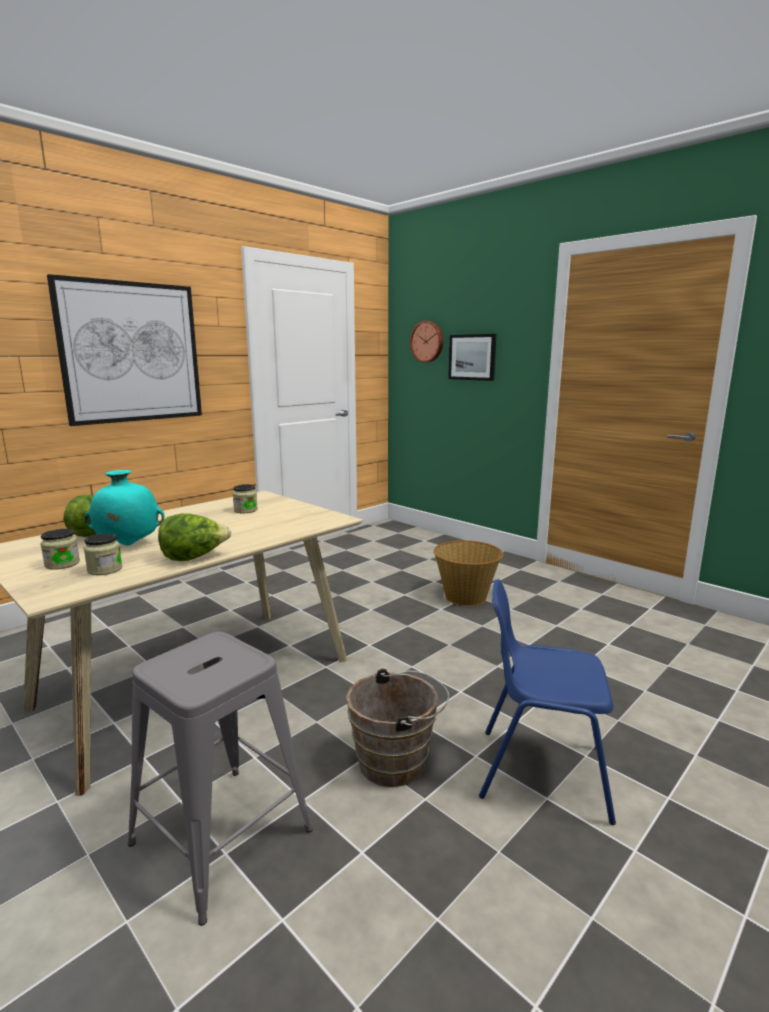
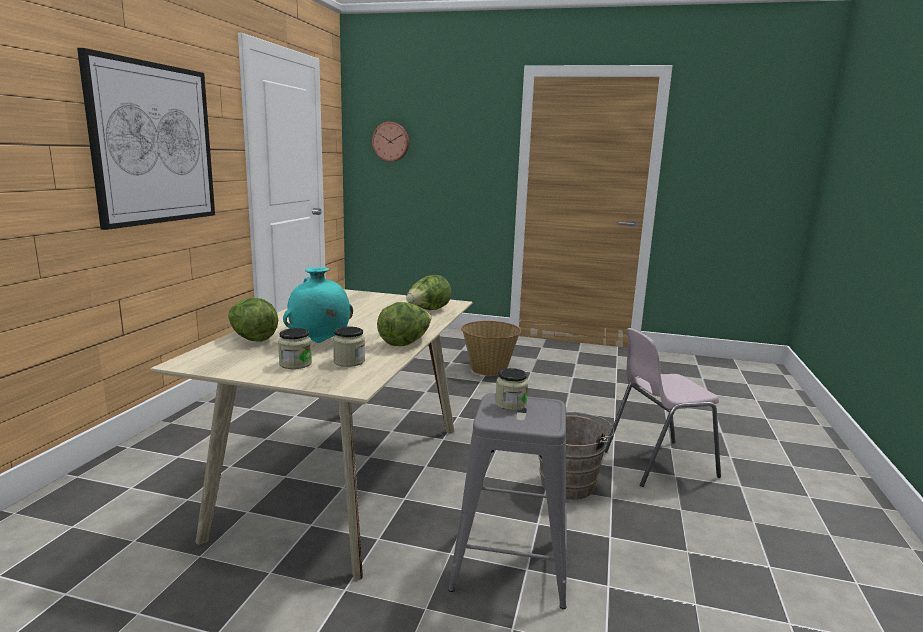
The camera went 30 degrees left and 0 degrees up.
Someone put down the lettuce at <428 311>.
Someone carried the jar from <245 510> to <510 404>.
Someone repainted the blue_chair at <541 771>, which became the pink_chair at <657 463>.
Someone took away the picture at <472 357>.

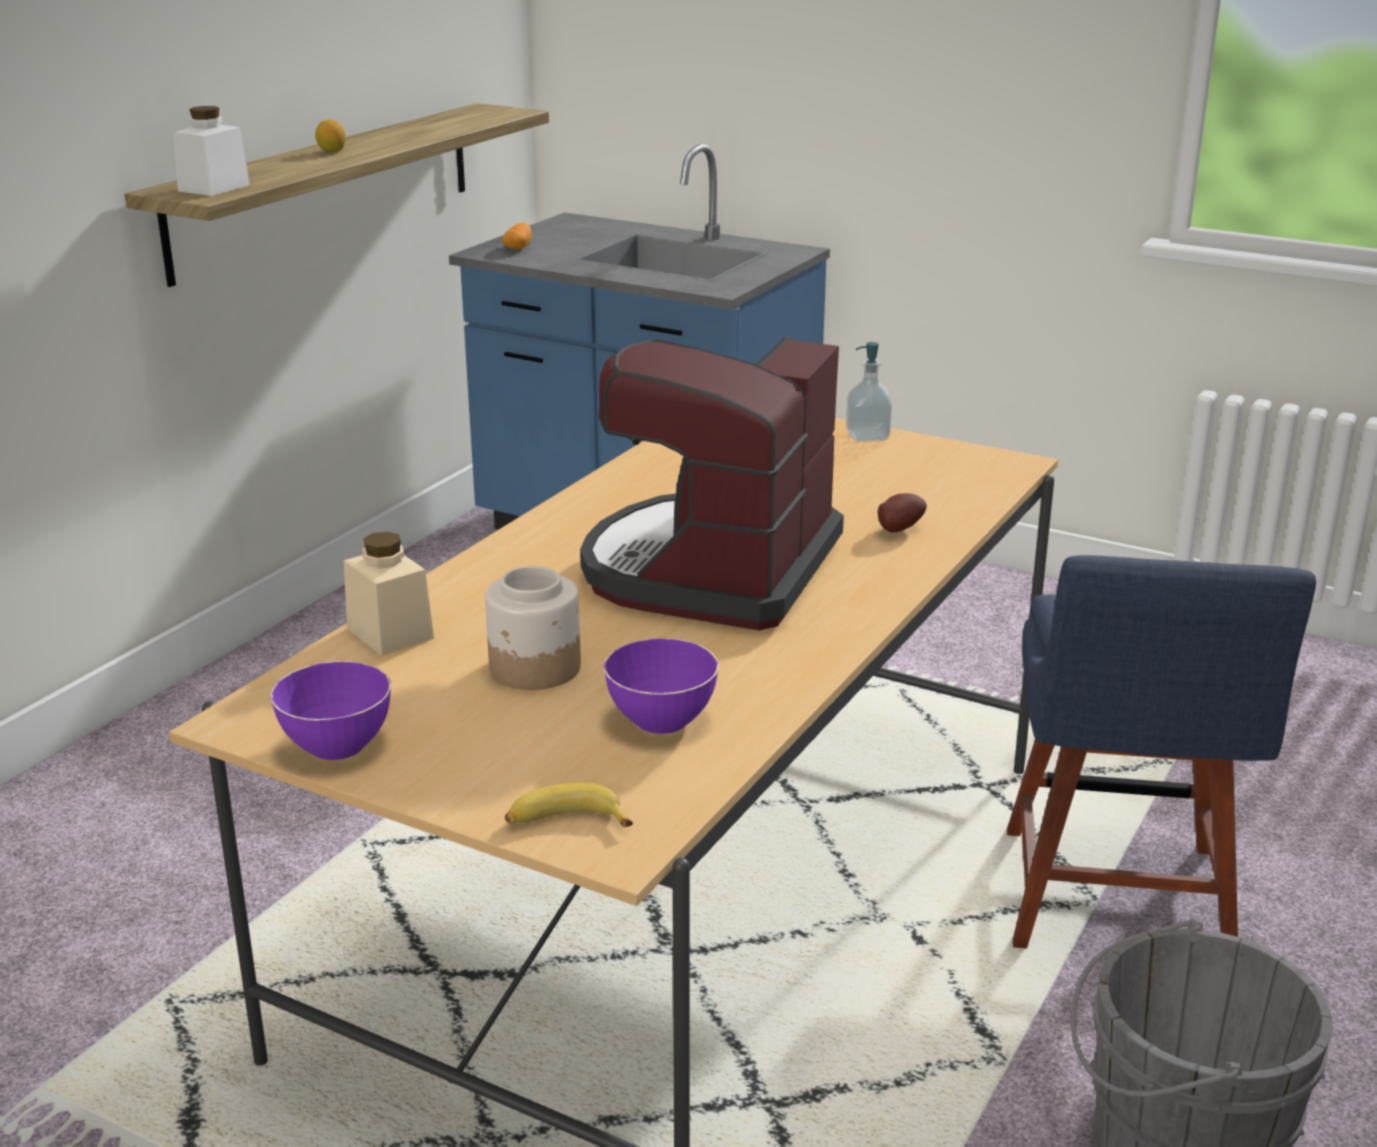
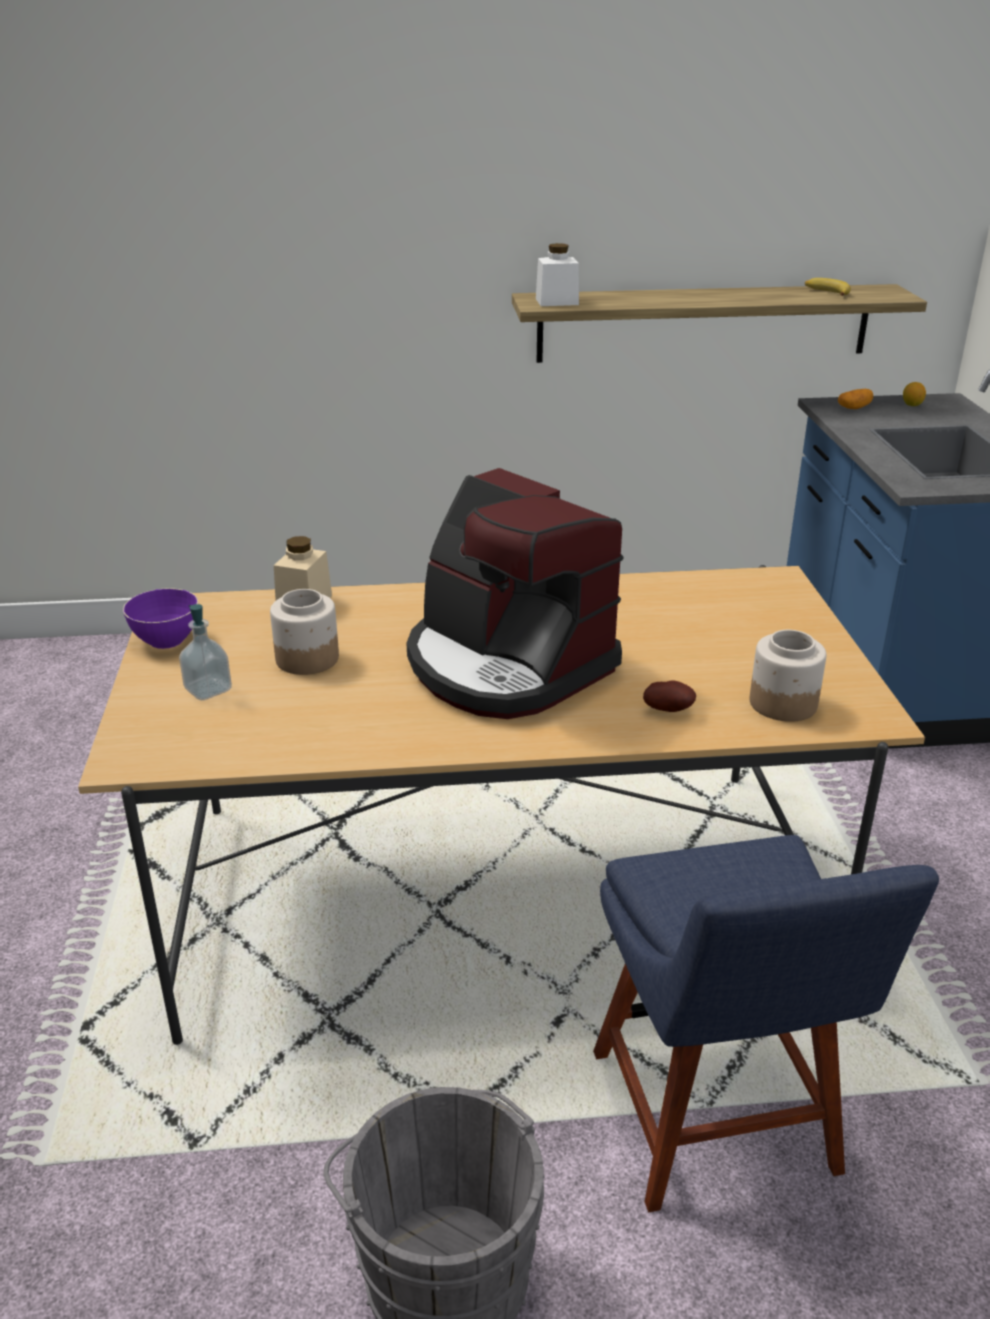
The camera went 55 degrees right and 5 degrees up.
Someone carried the soap_dispenser from <867 436> to <208 690>.
Someone rotated the coffee_machine at <711 570> by 120 degrees counterclockwise.
Someone rotated the blue_chair at <1116 906> by 75 degrees counterclockwise.
Someone put down the jar at <782 703>.
Someone carried the banana from <565 822> to <826 292>.
Someone carried the lemon from <331 152> to <912 405>.
Someone took away the purple_bowl at <661 720>.

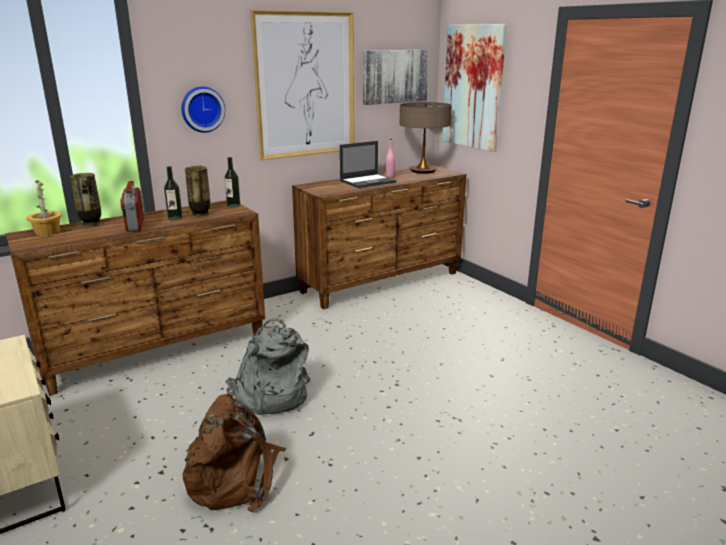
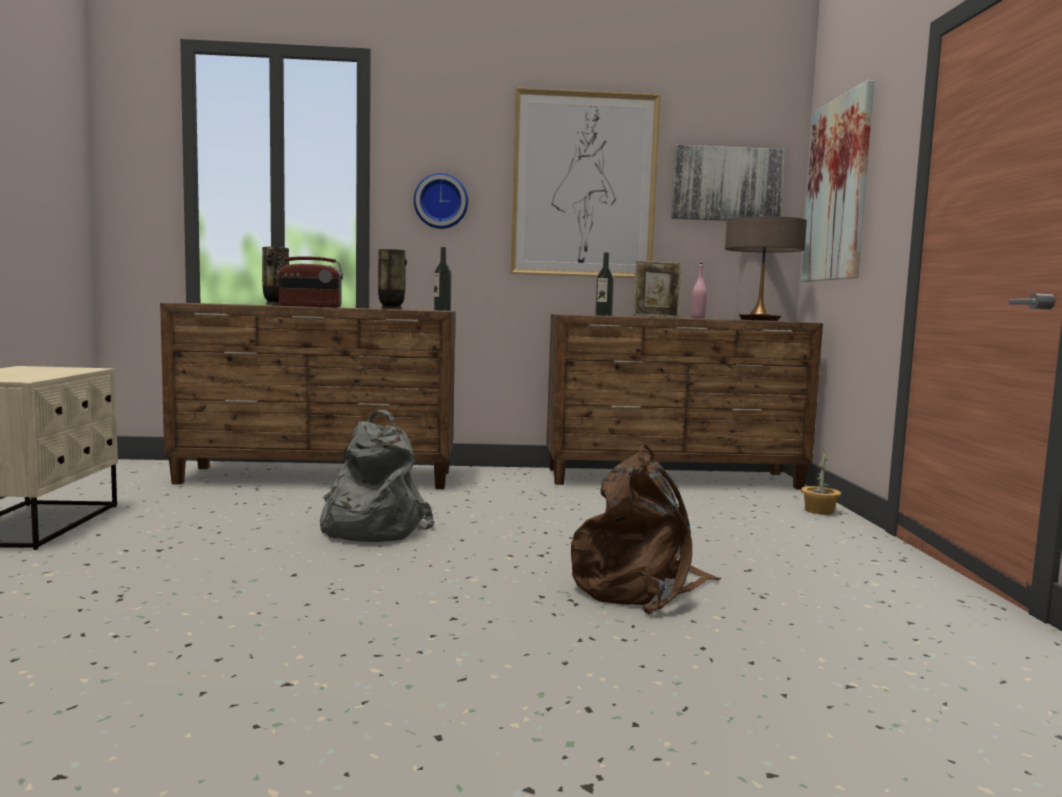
The camera went 30 degrees right and 15 degrees down.
Someone rotated the radio at <134 224> by 105 degrees counterclockwise.
Someone carried the brown_backpack from <235 478> to <640 587>.
Someone carried the bottle from <175 218> to <603 315>.
Someone swapped the laptop at <368 181> for the picture_frame at <656 317>.
Someone carried the potted_plant from <47 232> to <818 511>.

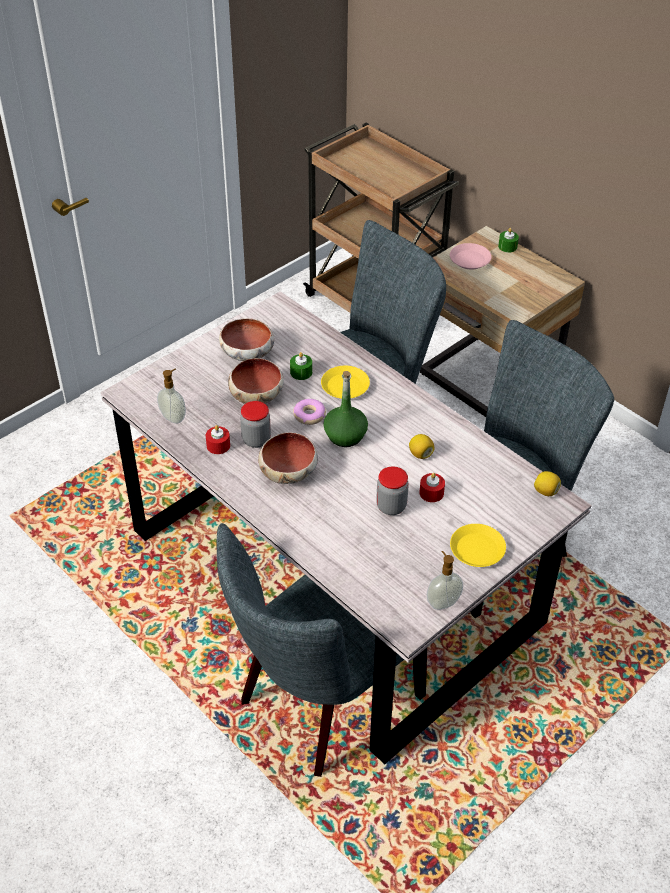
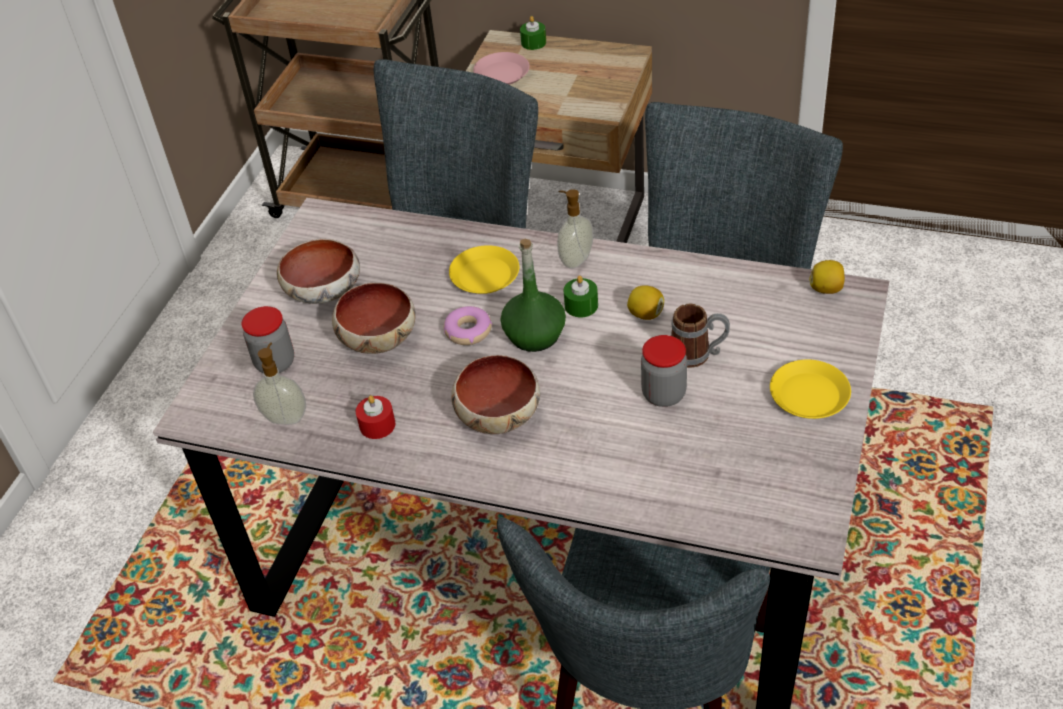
The camera went 25 degrees left and 0 degrees up.
Someone carried the jar from <256 440> to <275 363>.
Someone carried the soap_dispenser from <442 602> to <575 259>.
Someone carried the green_candle from <301 372> to <581 305>.
Someone swapped the red_candle at <431 493> for the mug at <698 354>.

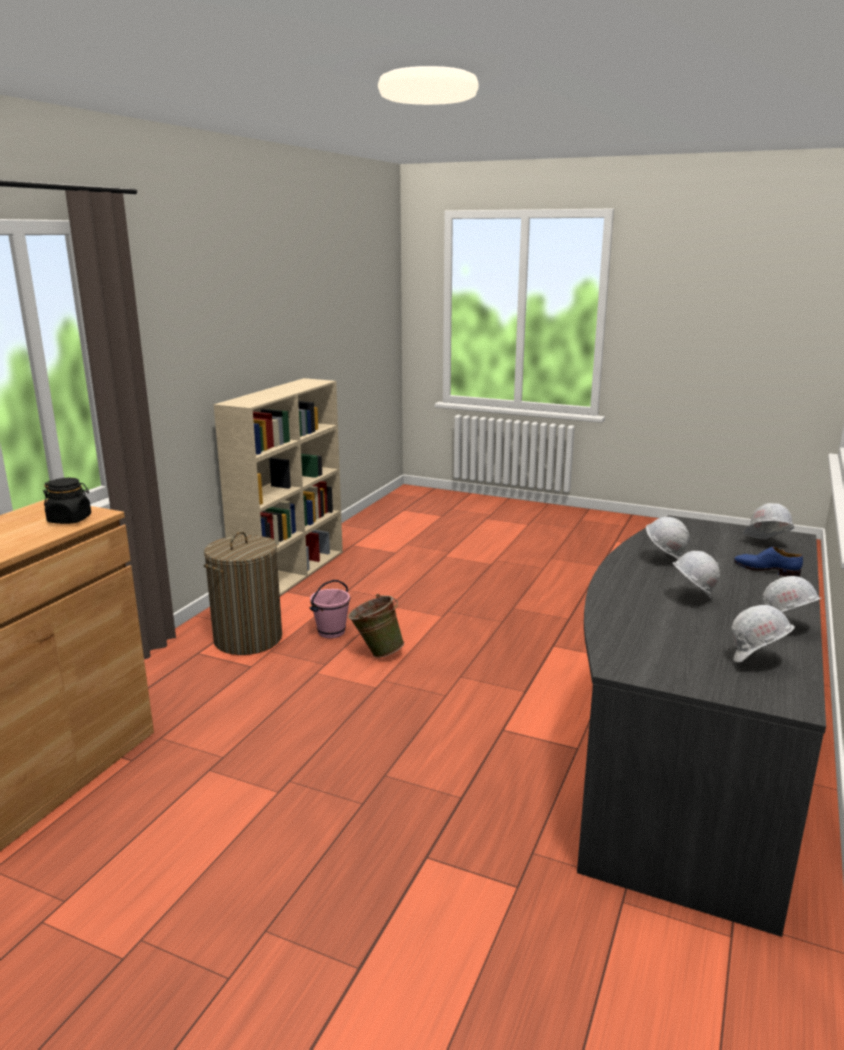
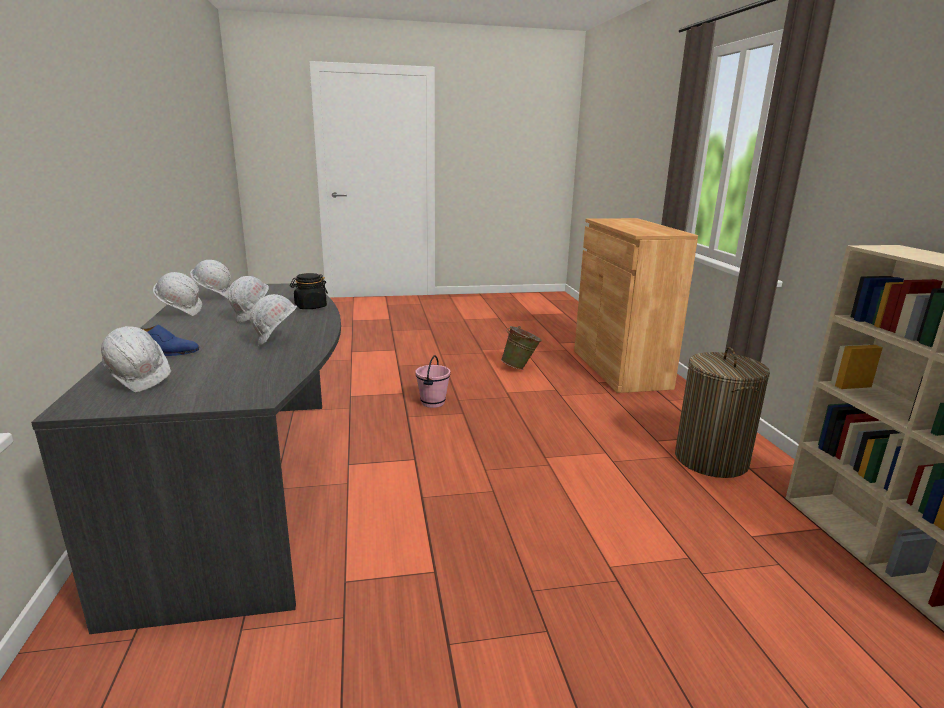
The camera went 145 degrees right and 0 degrees up.
Someone carried the black_jar from <70 520> to <310 307>.
Someone carried the pink_bucket from <331 632> to <433 403>.
Someone carried the green_bucket from <376 652> to <520 367>.

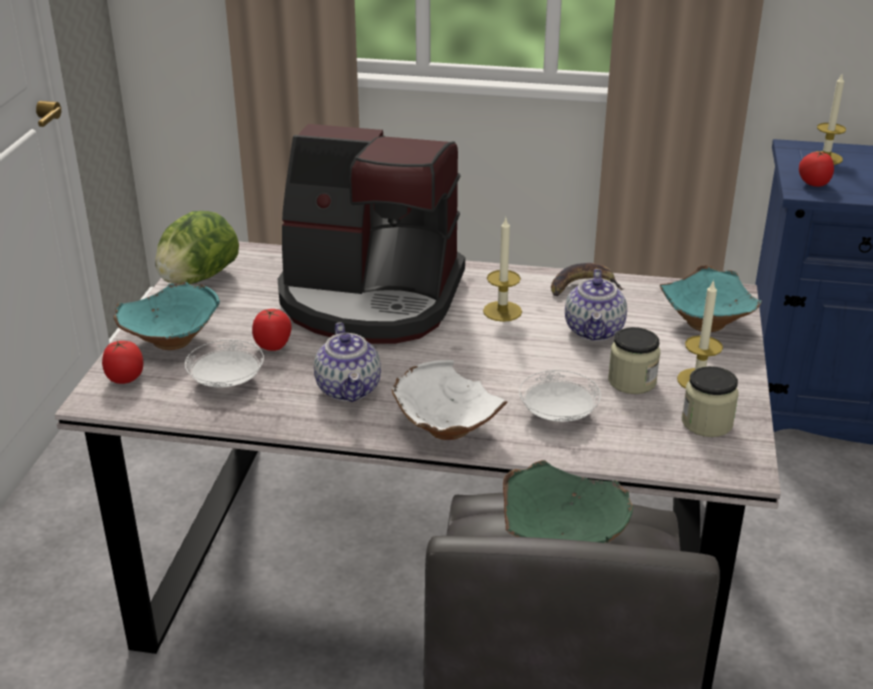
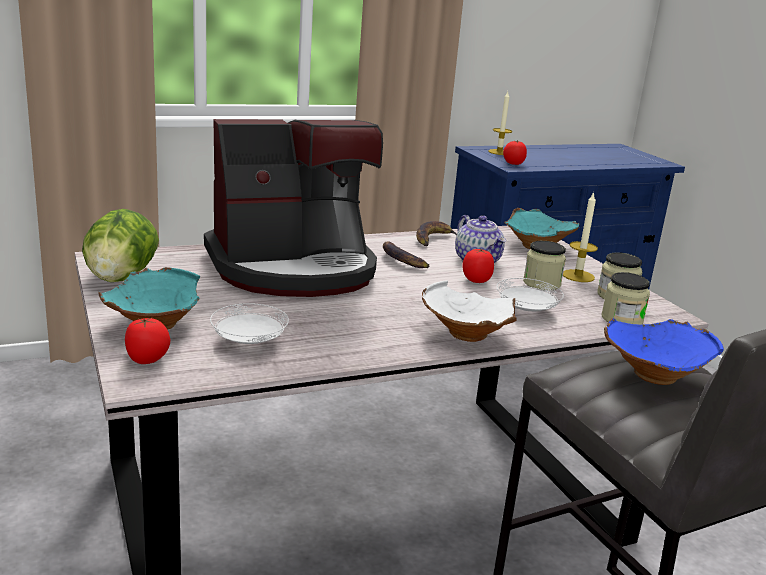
The camera went 35 degrees left and 10 degrees down.
Someone swapped the candle at <502 311> for the banana at <402 260>.
Someone carried the tomato from <273 346> to <476 280>.
Someone put down the jar at <622 319>.
Someone repainted the green_bowl at <562 538>, which became the blue_bowl at <653 373>.
Someone took away the teapot at <349 389>.

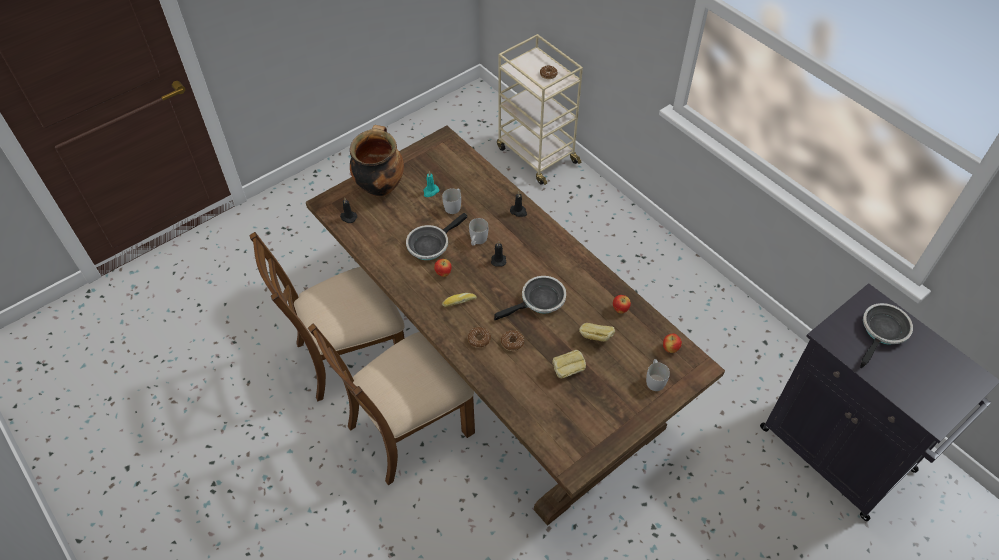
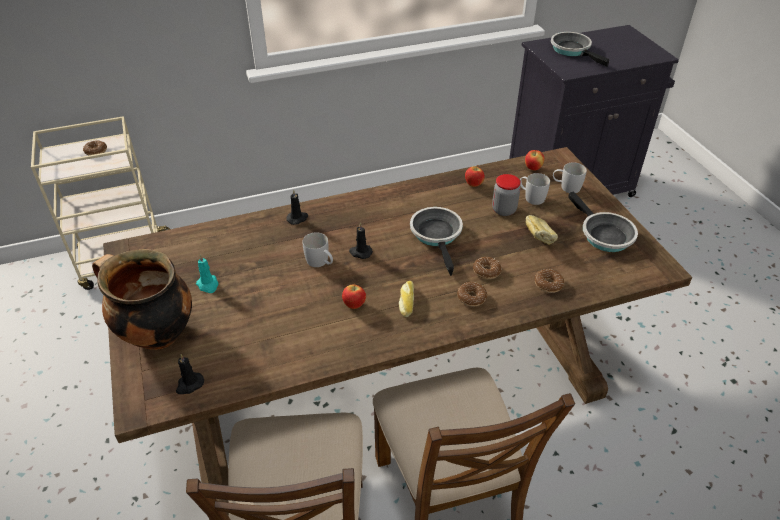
The camera went 70 degrees left and 10 degrees down.
Someone swapped the bread at <595 338> for the jar at <504 210>.
Someone carried the white_mug from <454 206> to <531 197>.
Someone put down the donut at <548 284>.
Someone carried the frying_pan from <430 244> to <603 234>.

